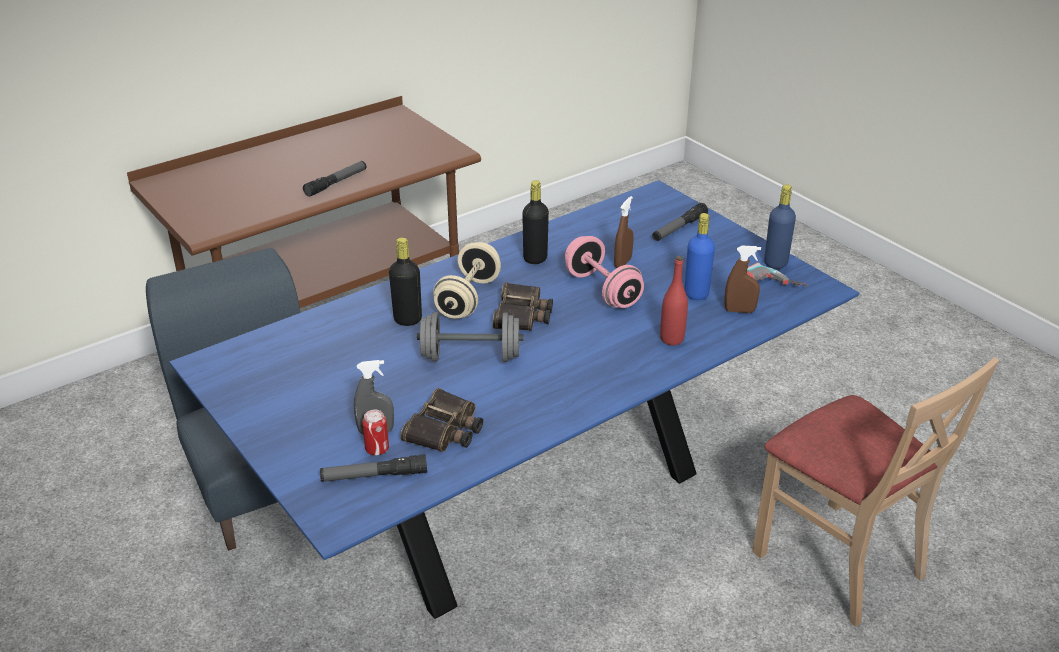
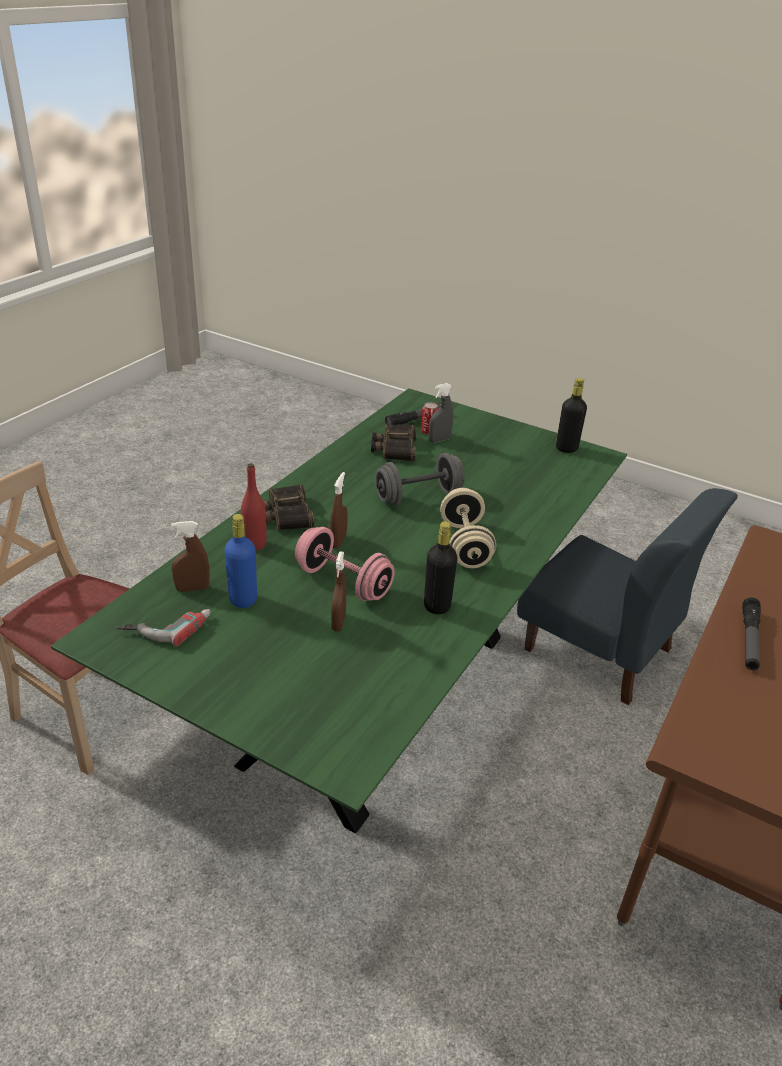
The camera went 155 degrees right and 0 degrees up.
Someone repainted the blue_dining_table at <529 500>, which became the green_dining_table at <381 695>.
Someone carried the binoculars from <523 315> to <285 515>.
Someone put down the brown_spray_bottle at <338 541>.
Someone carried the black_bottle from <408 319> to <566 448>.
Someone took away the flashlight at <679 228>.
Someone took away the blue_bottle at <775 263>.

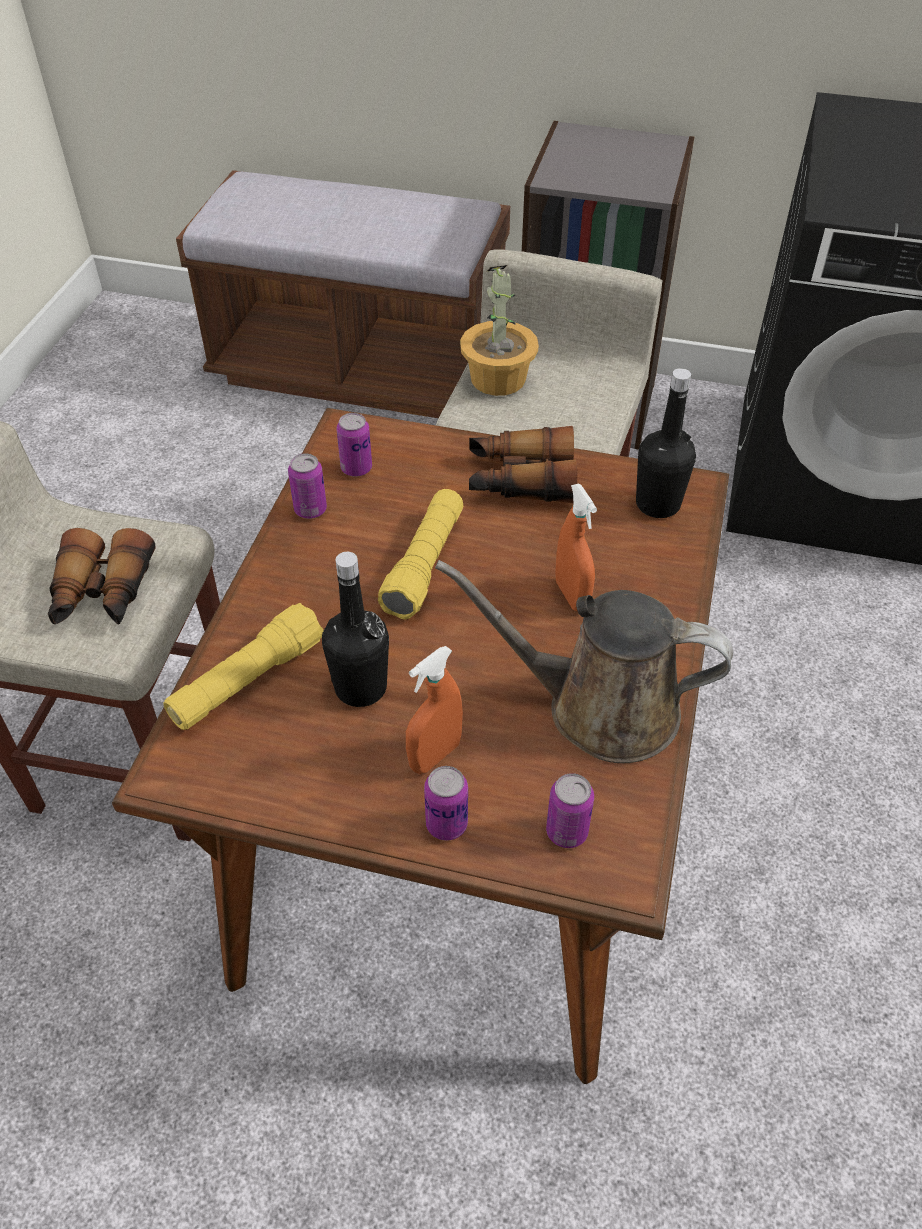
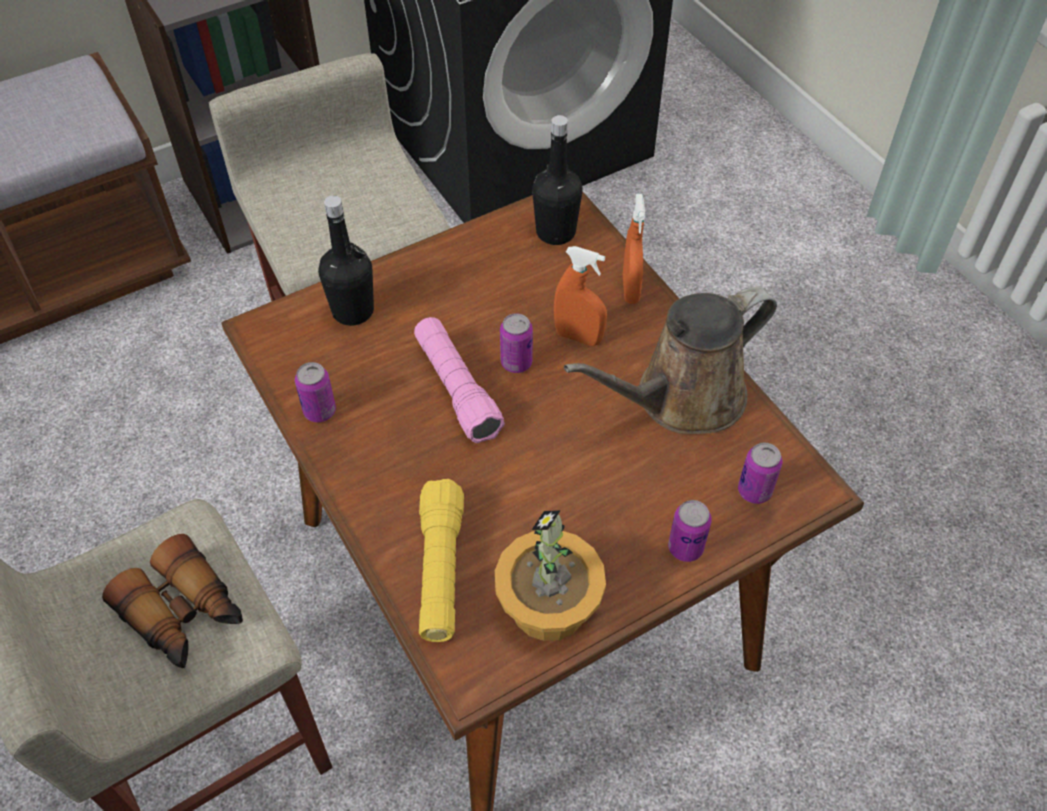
The camera went 45 degrees left and 5 degrees up.
Someone carried the black_bottle from <360 688> to <353 311>.
Someone repainted the yellow_flashlight at <424 565>, which became the pink_flashlight at <456 389>.
Someone carried the potted_plant from <498 379> to <550 606>.
Someone carried the can from <356 468> to <516 362>.
Someone carried the orange_spray_bottle from <435 755> to <630 289>.
Someone took away the binoculars at <520 480>.

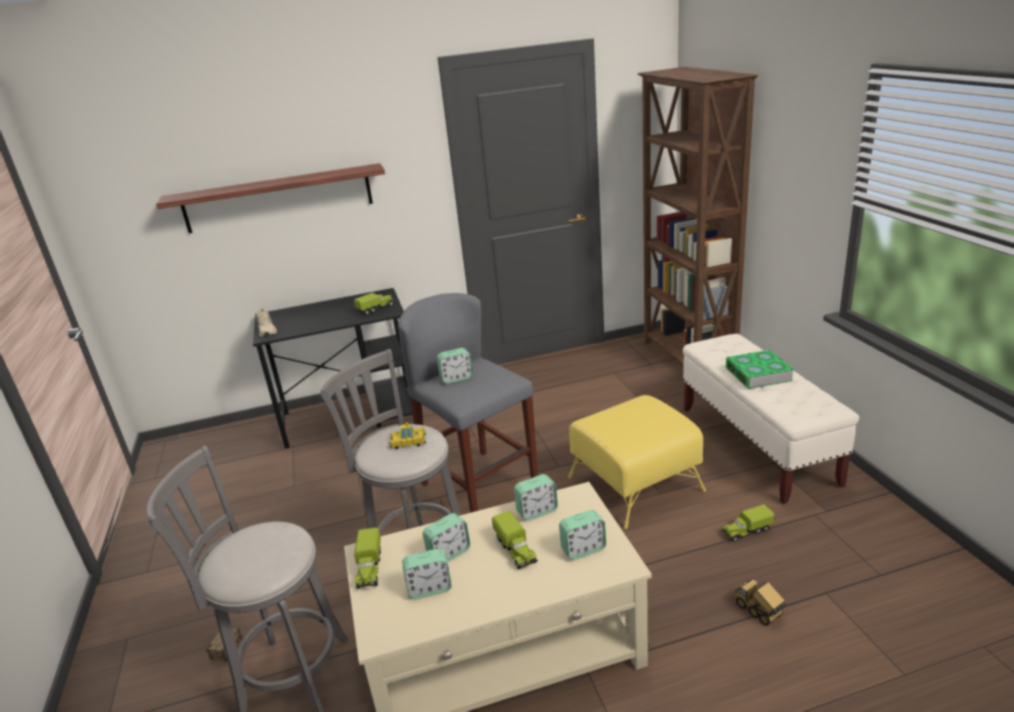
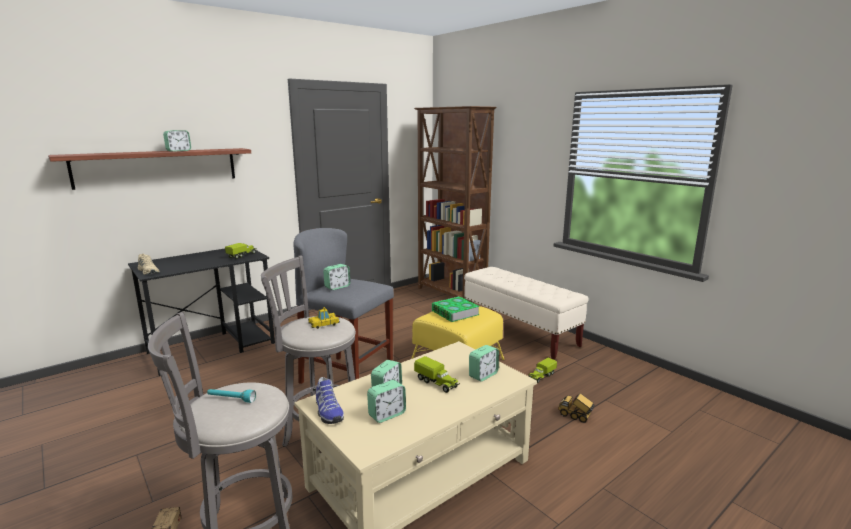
The camera went 25 degrees left and 10 degrees down.
Someone carried the alarm_clock from <537 511> to <178 151>.
Someone put down the turquoise_flashlight at <231 399>.
Someone swapped the toy_truck at <369 569> for the shoe at <327 412>.
Someone carried the book from <758 374> to <455 313>.

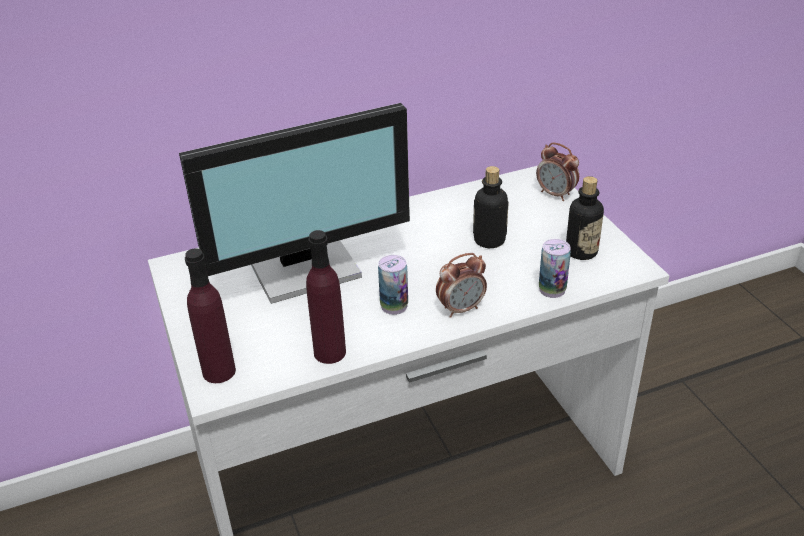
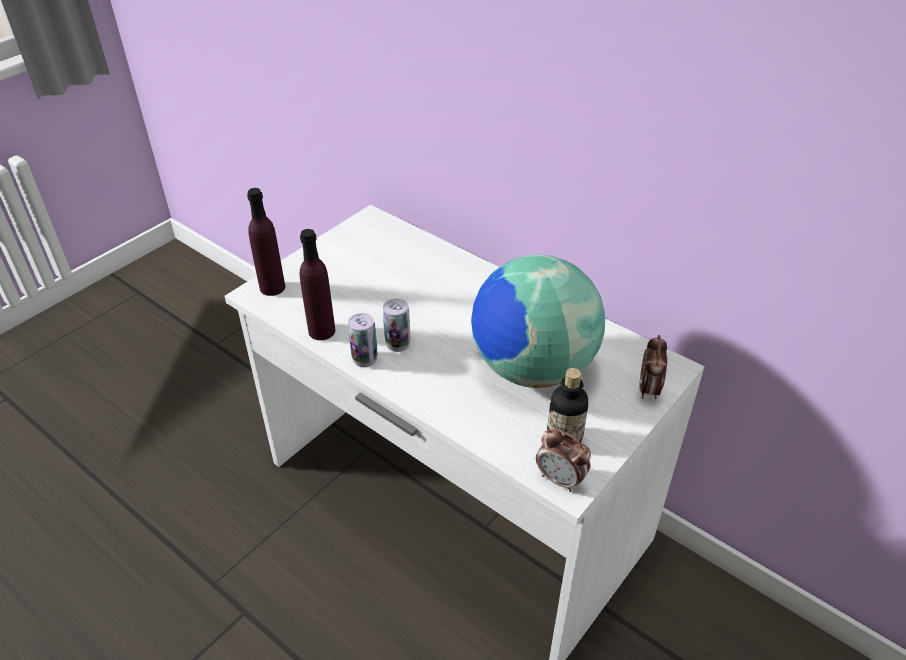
The camera went 60 degrees right and 5 degrees up.
Someone carried the can from <552 290> to <364 358>.
Someone swapped the bottle at <489 240> for the globe at <532 368>.
Someone carried the alarm_clock from <461 309> to <560 480>.
Someone took away the monitor at <305 266>.

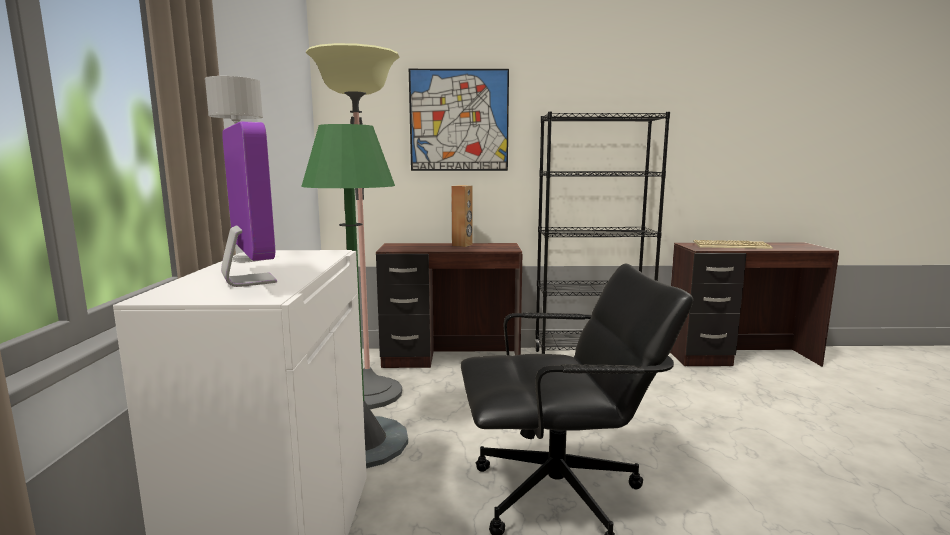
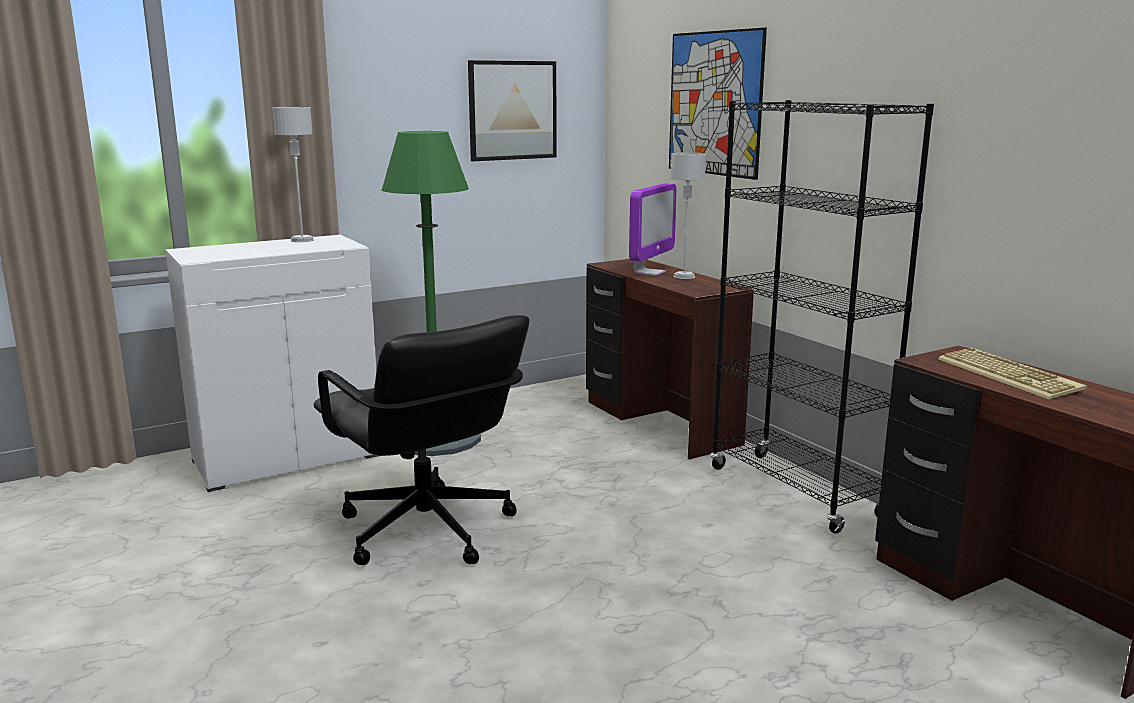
The camera went 60 degrees right and 5 degrees up.
Someone put up the picture at <512 110>.
Someone carried the monitor from <249 281> to <649 272>.
Someone swapped the brown_speaker at <462 245> for the grey_table_lamp at <684 276>.
Someone took away the floor_lamp at <368 394>.

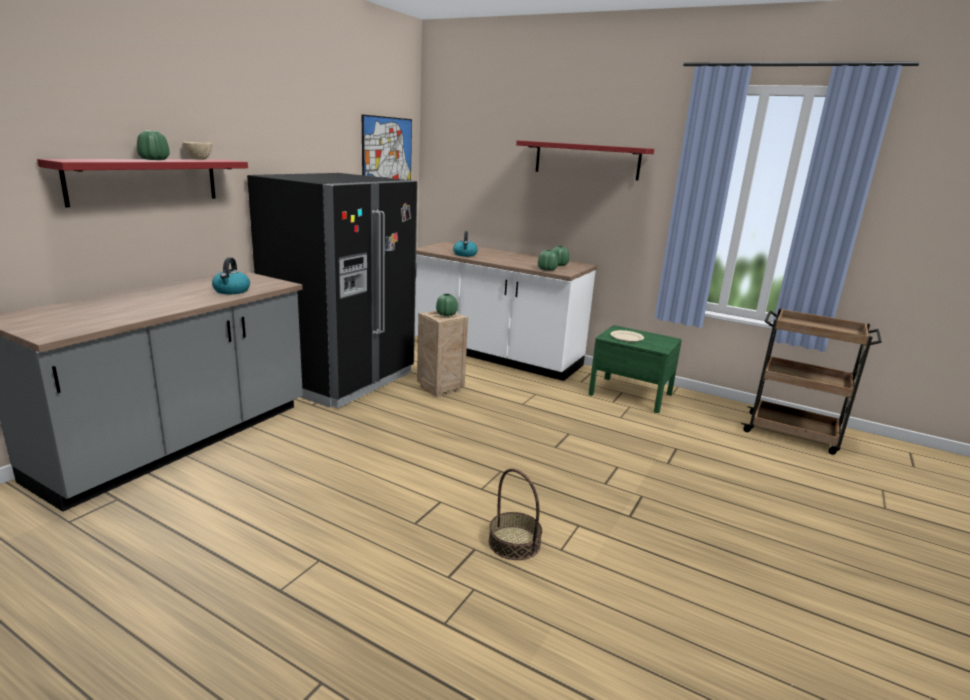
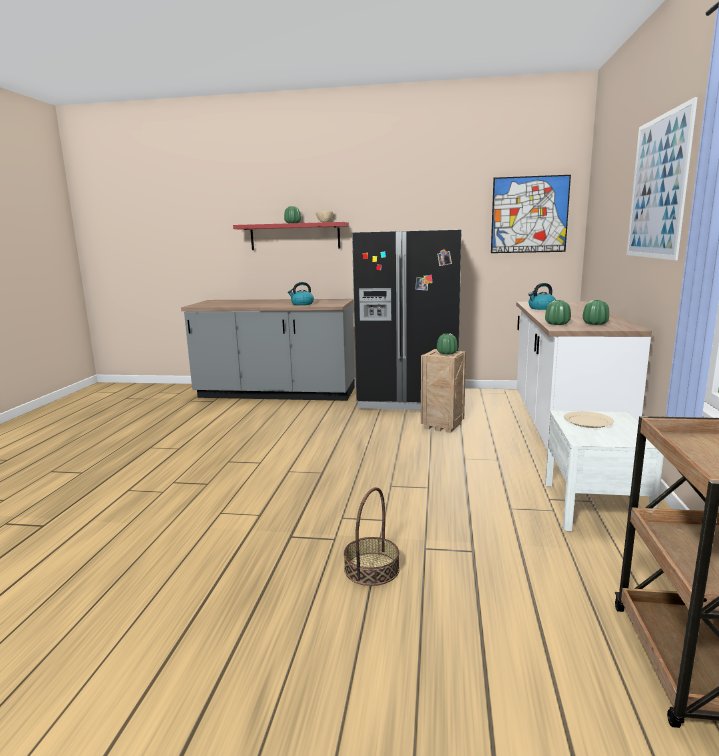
The camera went 70 degrees right and 5 degrees down.
Someone carried the basket from <514 542> to <372 569>.
Someone repainted the green_nightstand at <630 394>, which became the white_nightstand at <594 506>.
Someone swapped the red_shelf at <586 160> for the picture at <657 187>.

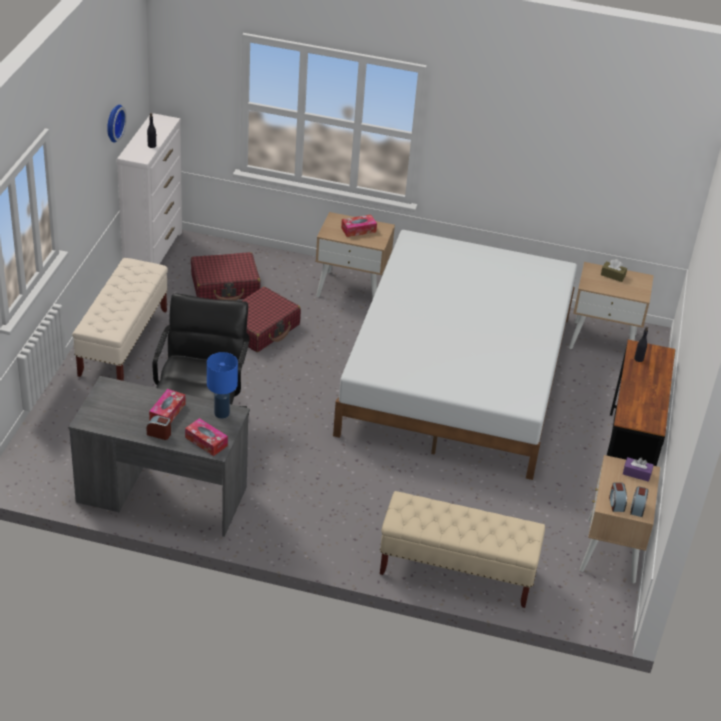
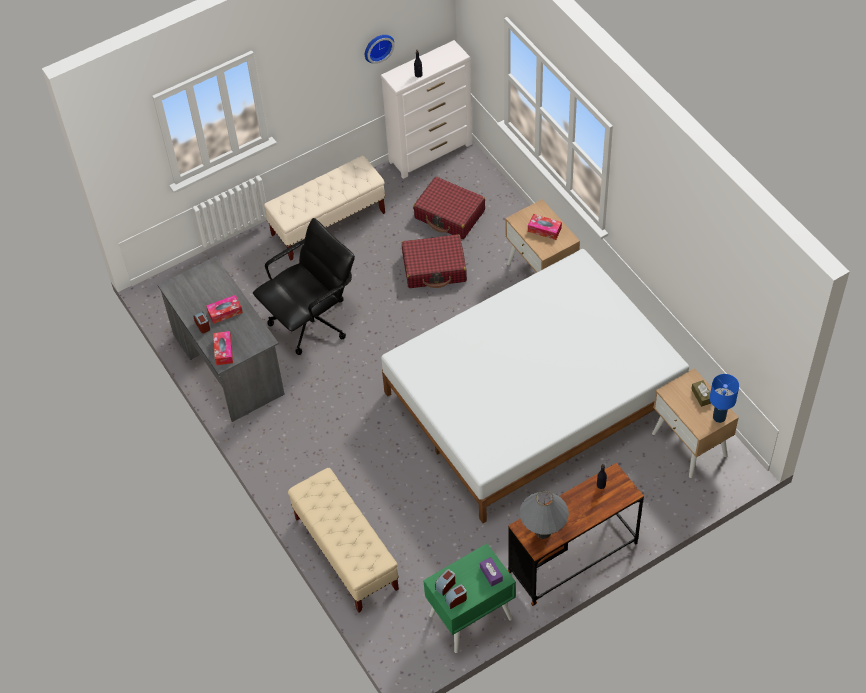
The camera went 50 degrees right and 15 degrees up.
Someone repainted the beige_nightstand at <611 550>, which became the green_nightstand at <470 617>.
Someone put down the grey_table_lamp at <543 531>.
Someone carried the blue_table_lamp from <221 413> to <718 417>.

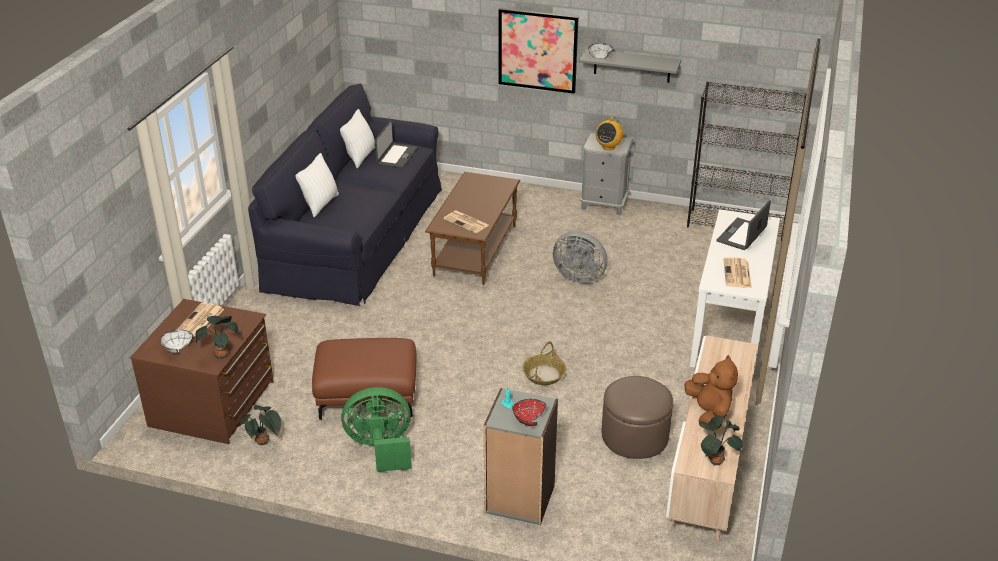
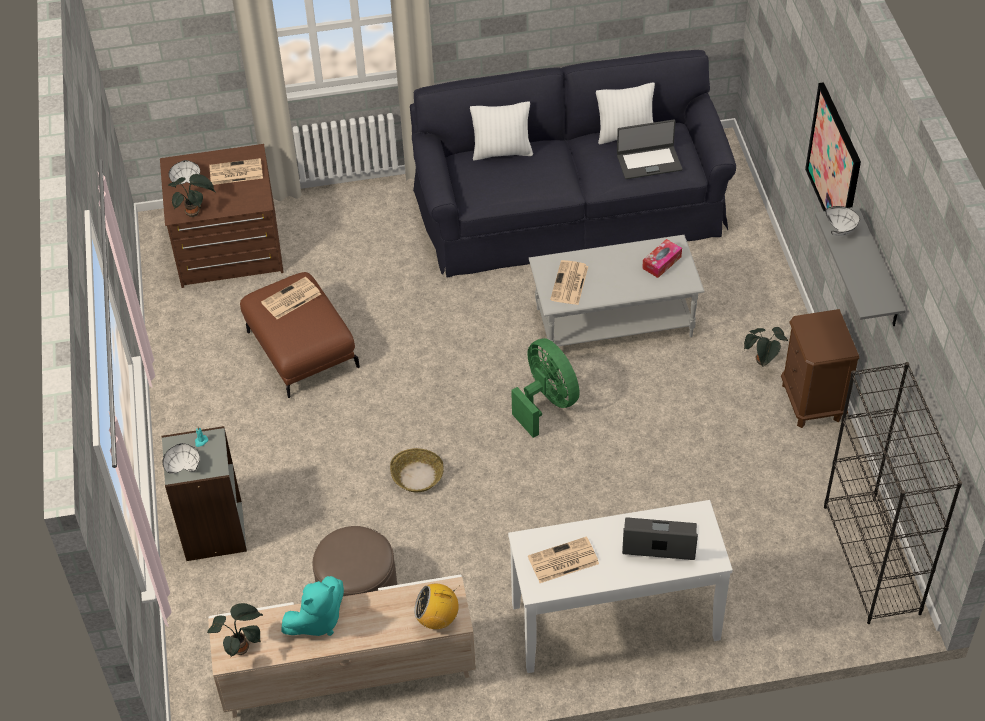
The camera went 65 degrees right and 15 degrees up.
Someone repainted the red_bowl at <527 420>, which became the white_bowl at <183 465>.
Someone put down the newspaper at <290 299>.
Someone repainted the brown_plush_toy at <709 413>, which became the turquoise_plush_toy at <317 621>.
Someone carried the radio from <608 147> to <437 619>.
Someone carried the green_fan from <381 448> to <546 403>.
Someone repainted the brown_coffee_table at <474 250>, which became the grey_coffee_table at <614 322>.
Someone put down the tissue_box at <661 262>.
Someone carried the potted_plant from <264 442> to <762 362>.
Someone repainted the grey_nightstand at <604 205>, which became the brown_nightstand at <812 402>.
Someone took away the grey_fan at <579 276>.

